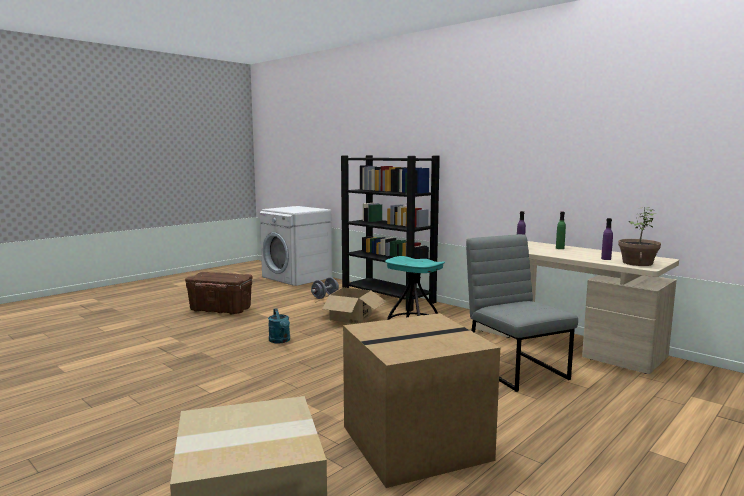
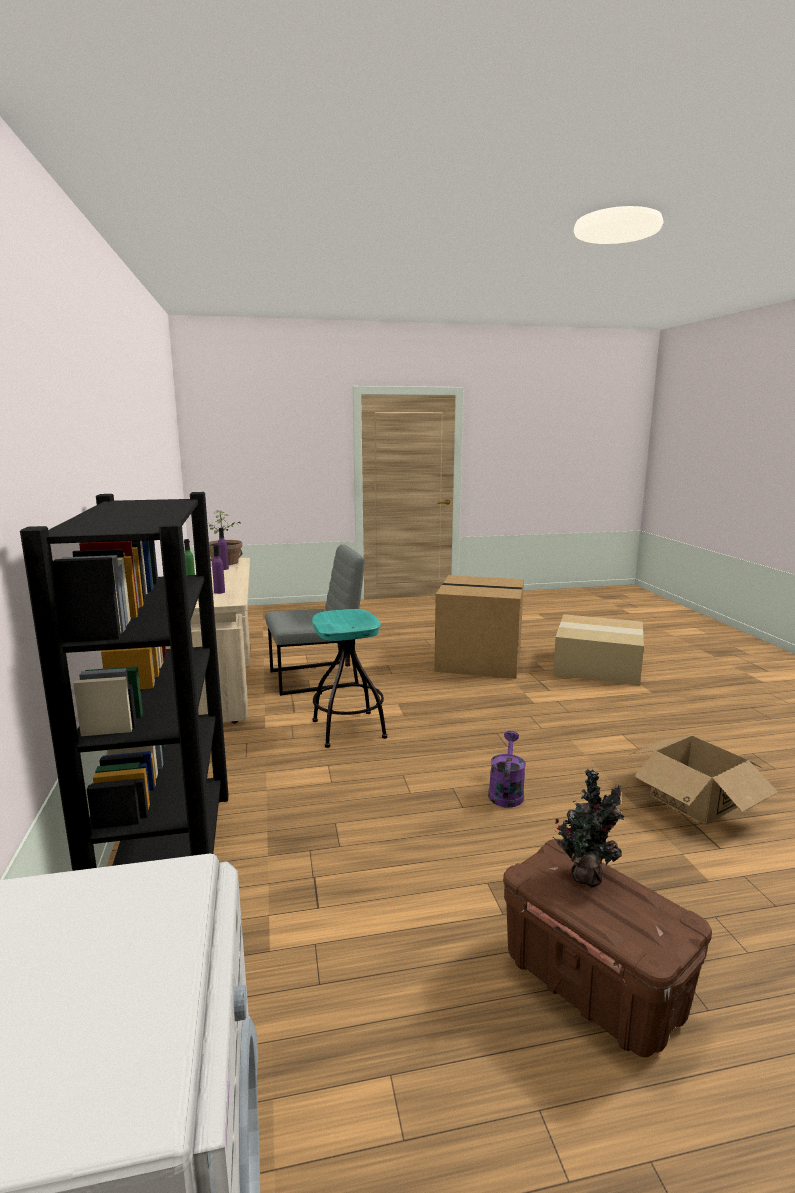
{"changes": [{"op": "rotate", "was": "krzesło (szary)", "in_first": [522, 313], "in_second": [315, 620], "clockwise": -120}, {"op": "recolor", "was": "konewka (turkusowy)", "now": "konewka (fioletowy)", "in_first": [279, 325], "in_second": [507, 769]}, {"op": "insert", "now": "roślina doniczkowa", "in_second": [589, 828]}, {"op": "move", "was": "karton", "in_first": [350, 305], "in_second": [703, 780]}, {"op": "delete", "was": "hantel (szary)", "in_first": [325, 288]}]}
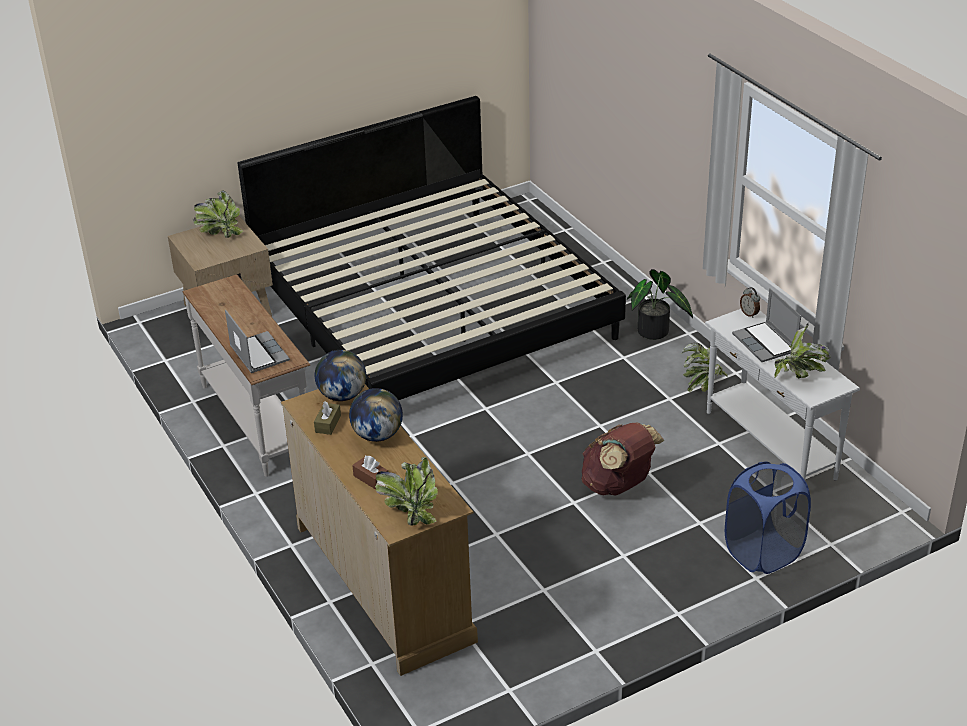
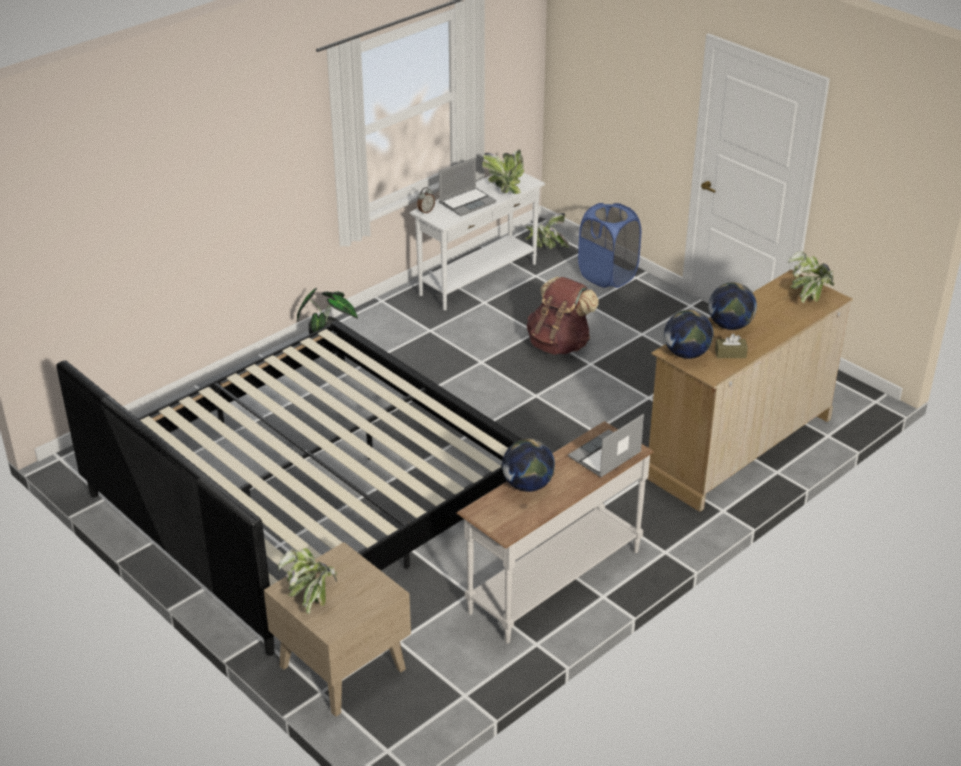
{"changes": [{"op": "insert", "now": "globus", "in_second": [528, 465]}, {"op": "move", "was": "roślina doniczkowa", "in_first": [705, 367], "in_second": [547, 231]}, {"op": "delete", "was": "pudełko chusteczek (brązowy)", "in_first": [370, 473]}]}
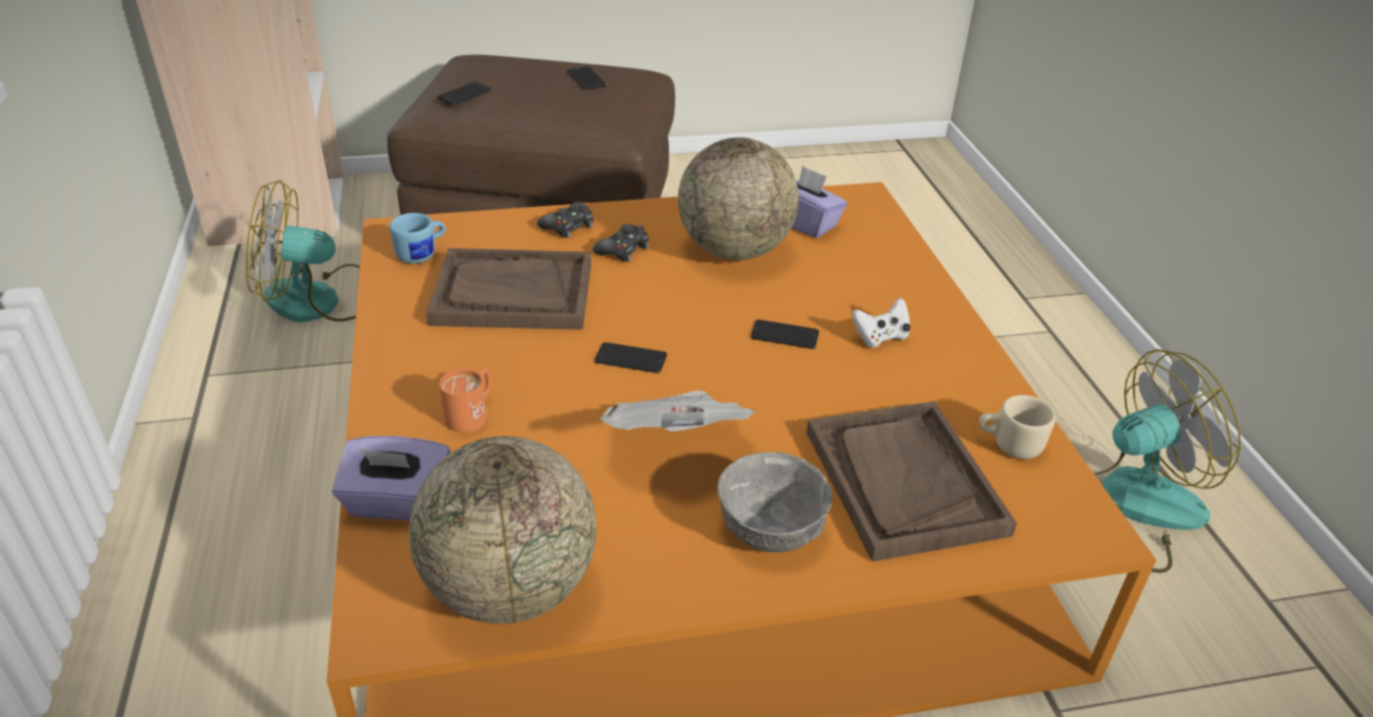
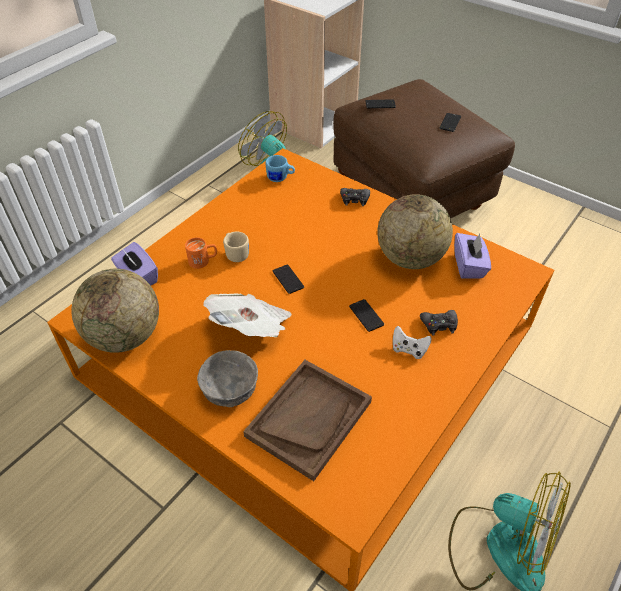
{"changes": [{"op": "move", "was": "kubek (beżowy)", "in_first": [1017, 427], "in_second": [236, 247]}, {"op": "move", "was": "pad do gier (czarny)", "in_first": [621, 243], "in_second": [439, 322]}, {"op": "delete", "was": "taca (brązowy)", "in_first": [508, 289]}]}
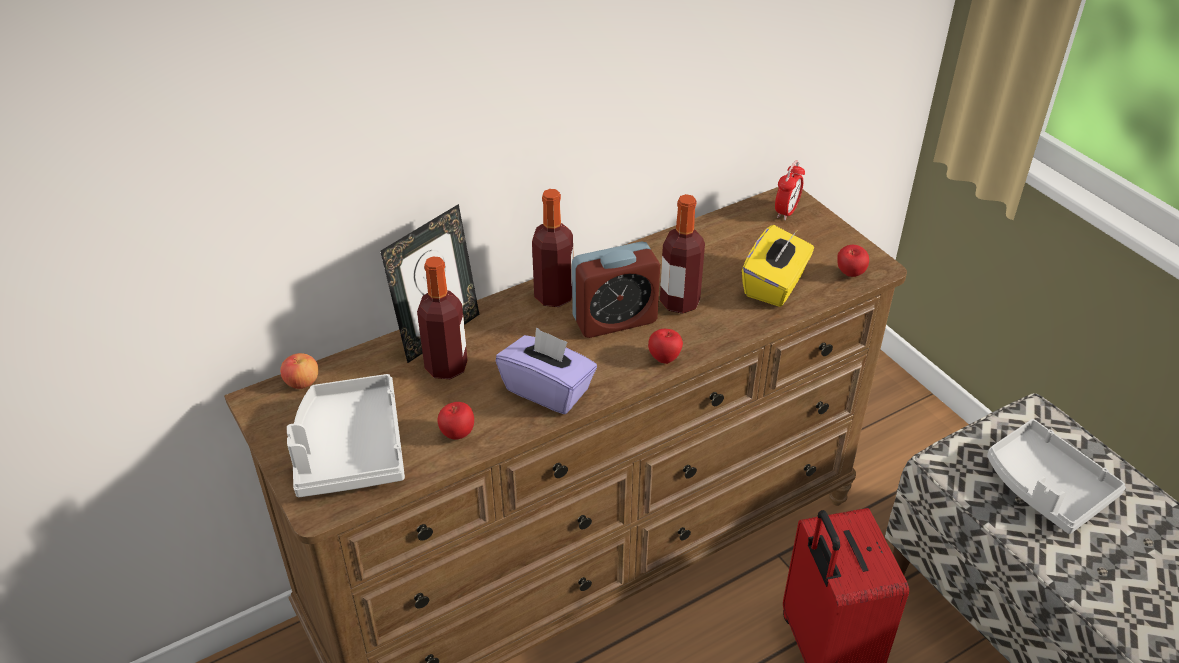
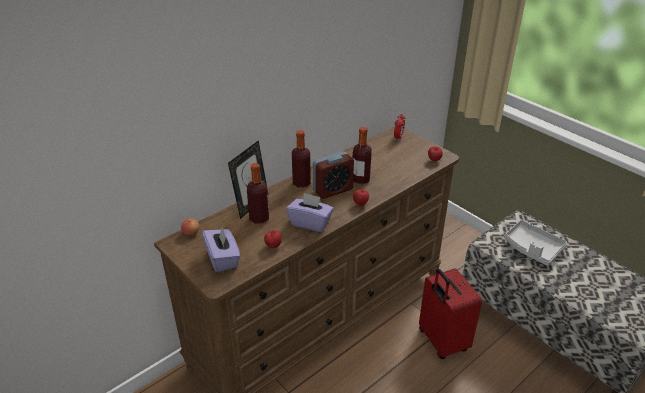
{"changes": [{"op": "replace", "was": "taca (szary)", "now": "pudełko chusteczek (fioletowy)", "in_first": [346, 435], "in_second": [221, 248]}, {"op": "delete", "was": "pudełko chusteczek (żółty)", "in_first": [778, 266]}]}
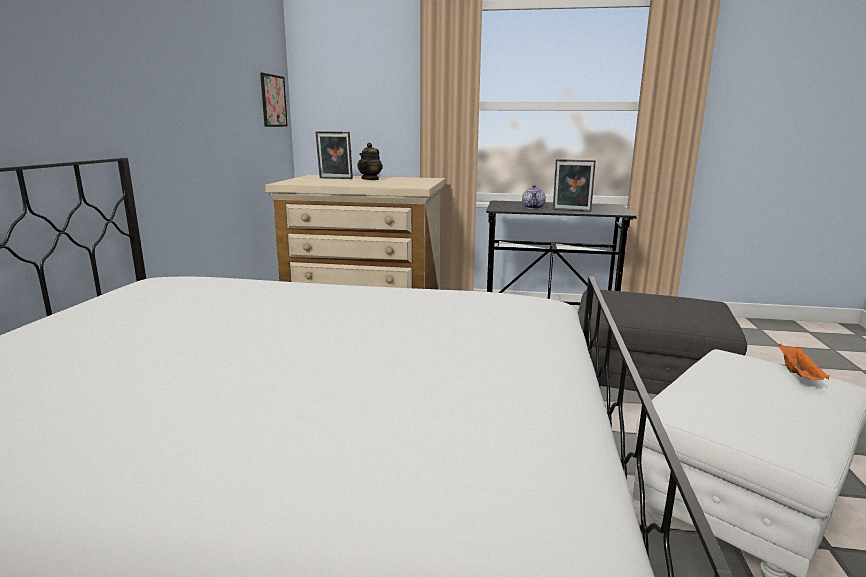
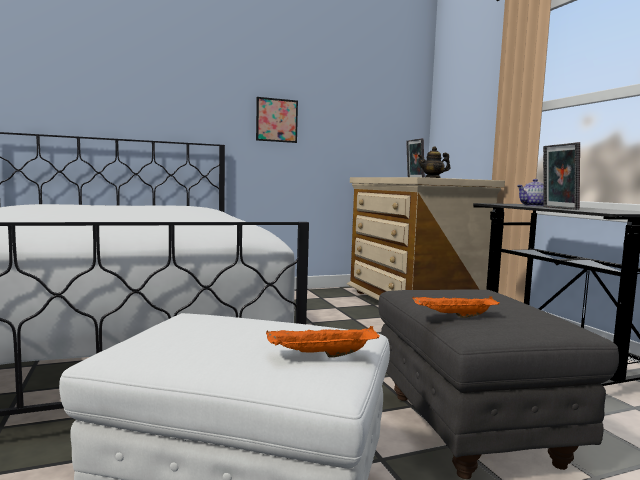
{"changes": [{"op": "move", "was": "obraz", "in_first": [274, 100], "in_second": [277, 120]}, {"op": "insert", "now": "taca (pomarańczowy)", "in_second": [456, 307]}]}
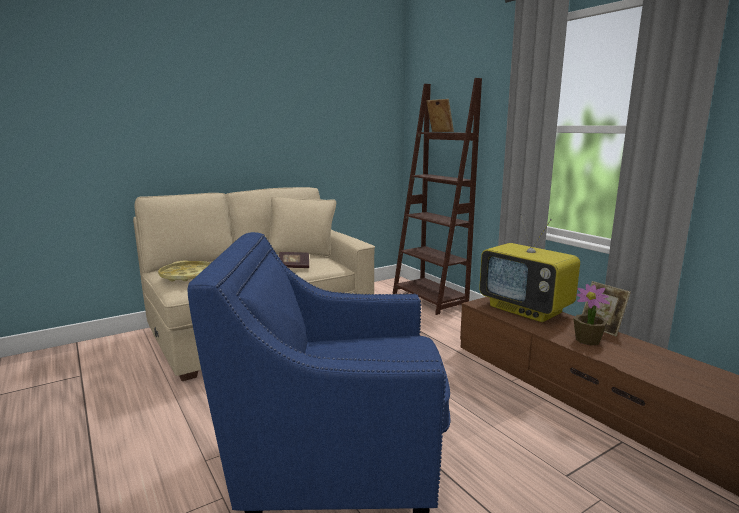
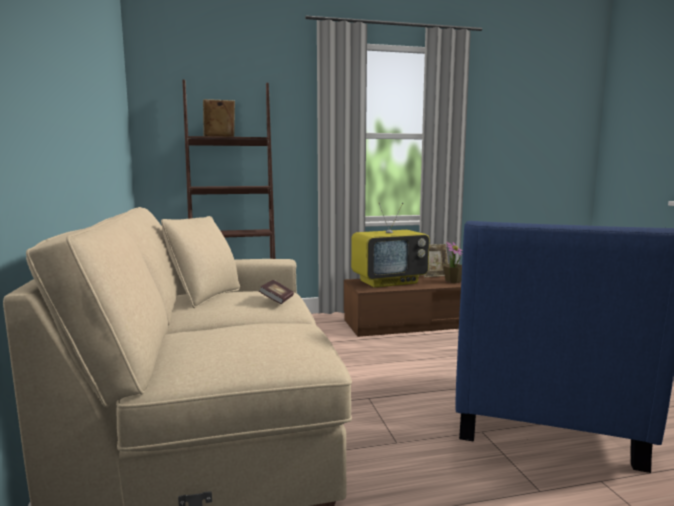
{"changes": [{"op": "delete", "was": "taca (żółty)", "in_first": [184, 271]}]}
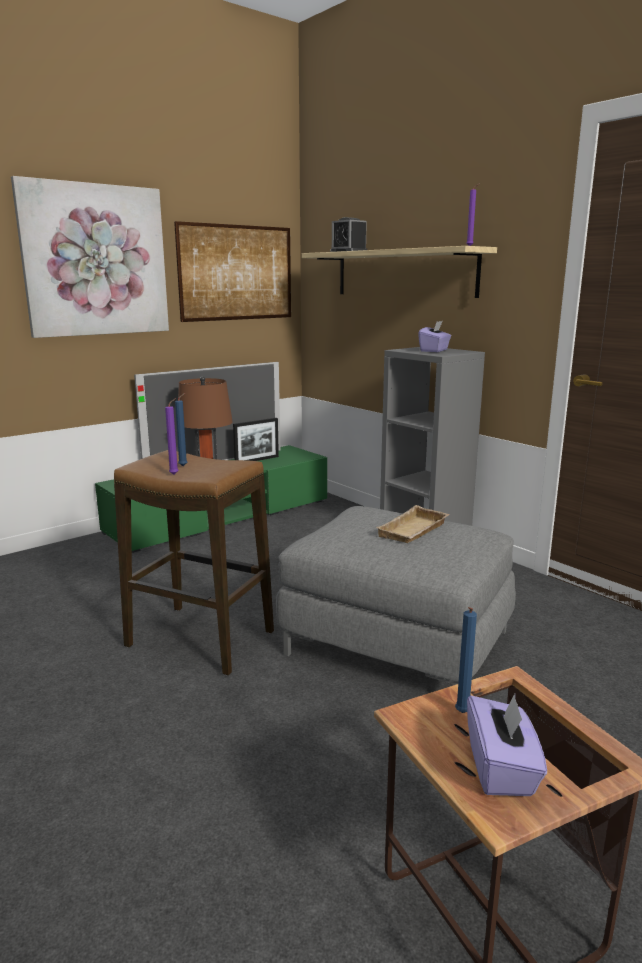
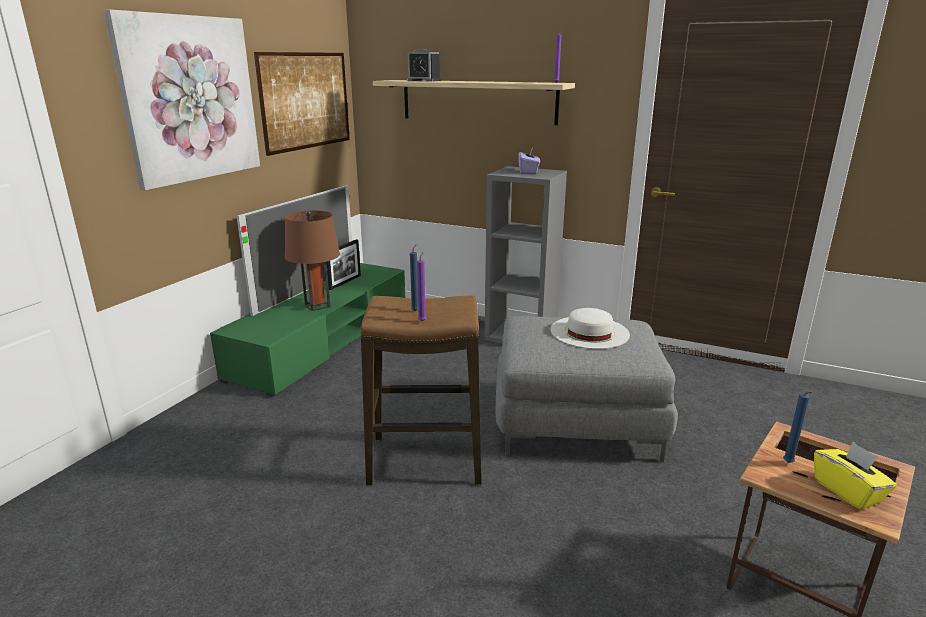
{"changes": [{"op": "replace", "was": "taca (beżowy)", "now": "kapelusz (biały)", "in_first": [412, 524], "in_second": [590, 328]}, {"op": "recolor", "was": "pudełko chusteczek (fioletowy)", "now": "pudełko chusteczek (żółty)", "in_first": [507, 745], "in_second": [855, 476]}]}
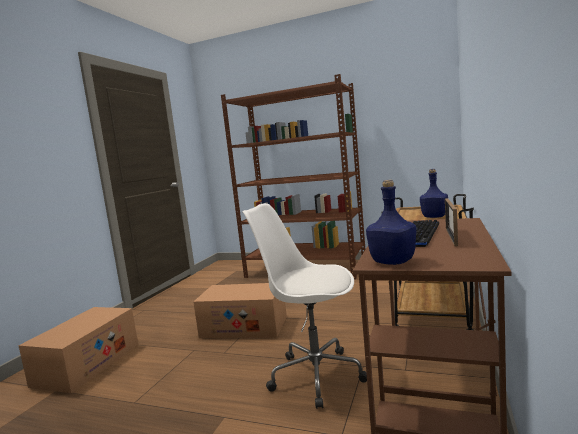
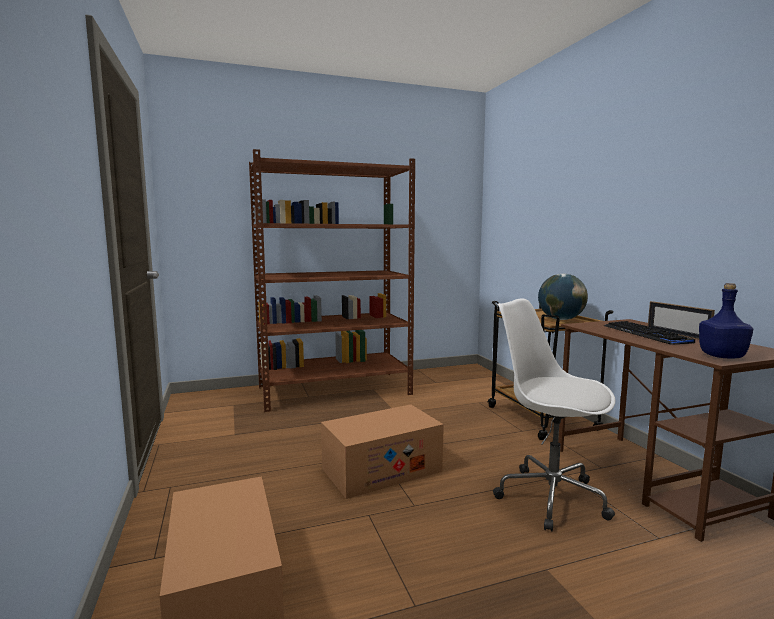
{"changes": [{"op": "rotate", "was": "krzesło biurowe (biały)", "in_first": [304, 306], "in_second": [554, 415], "clockwise": 60}, {"op": "replace", "was": "butelka (niebieski)", "now": "globus", "in_first": [434, 193], "in_second": [563, 297]}]}
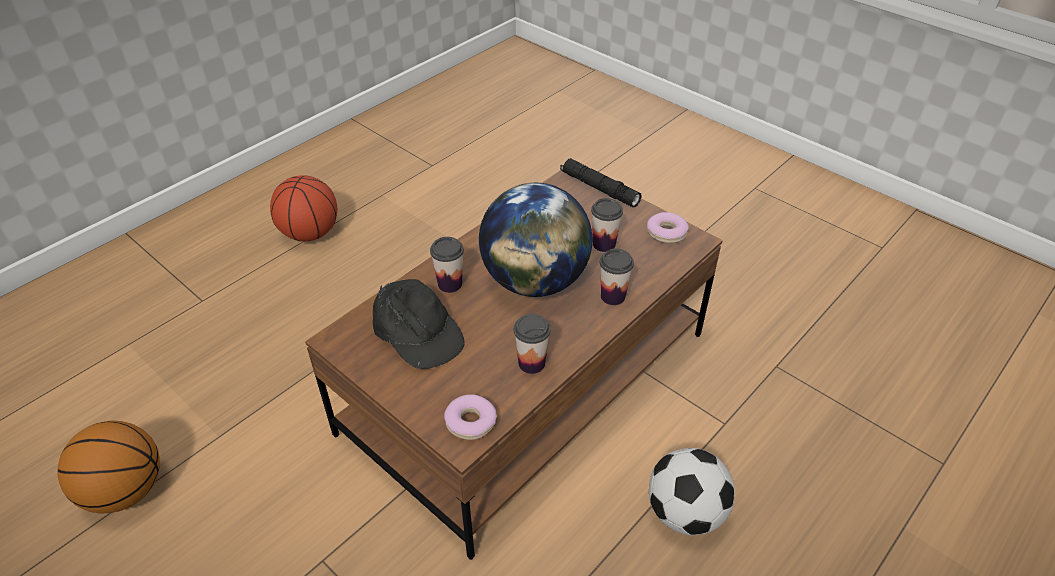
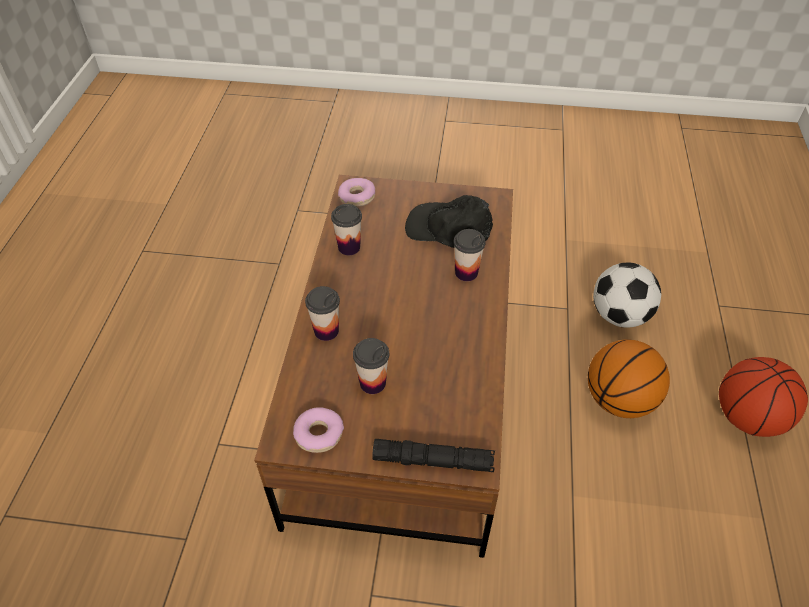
{"changes": [{"op": "move", "was": "piłka do koszykówki", "in_first": [109, 467], "in_second": [629, 378]}, {"op": "move", "was": "piłka futbolowa", "in_first": [692, 491], "in_second": [627, 295]}, {"op": "delete", "was": "globus", "in_first": [535, 240]}]}
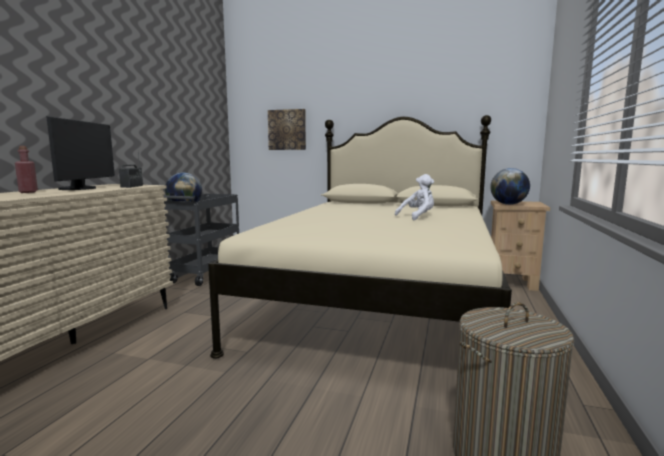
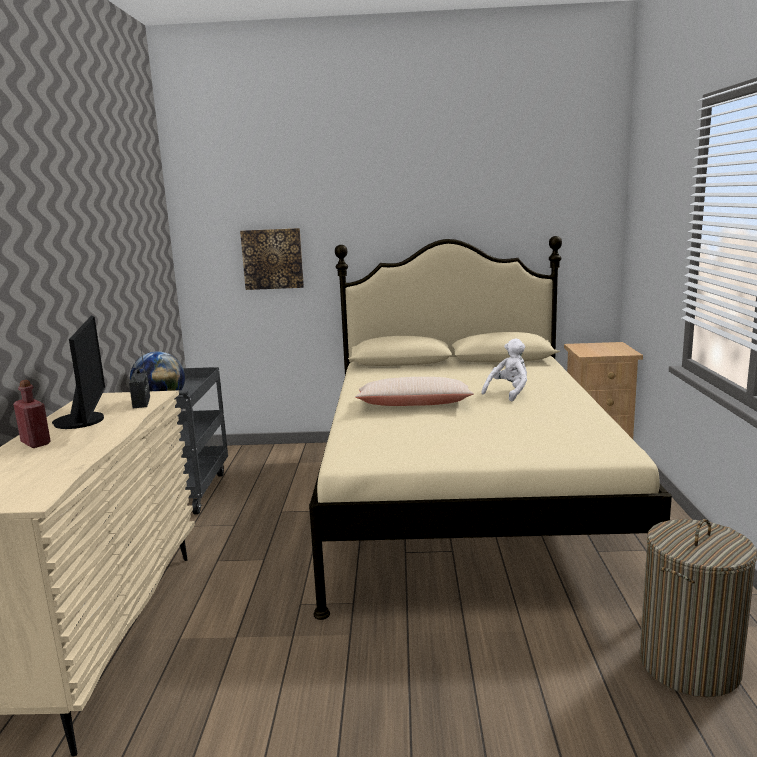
{"changes": [{"op": "insert", "now": "poduszka (beżowy)", "in_second": [414, 391]}, {"op": "delete", "was": "globus", "in_first": [510, 186]}]}
